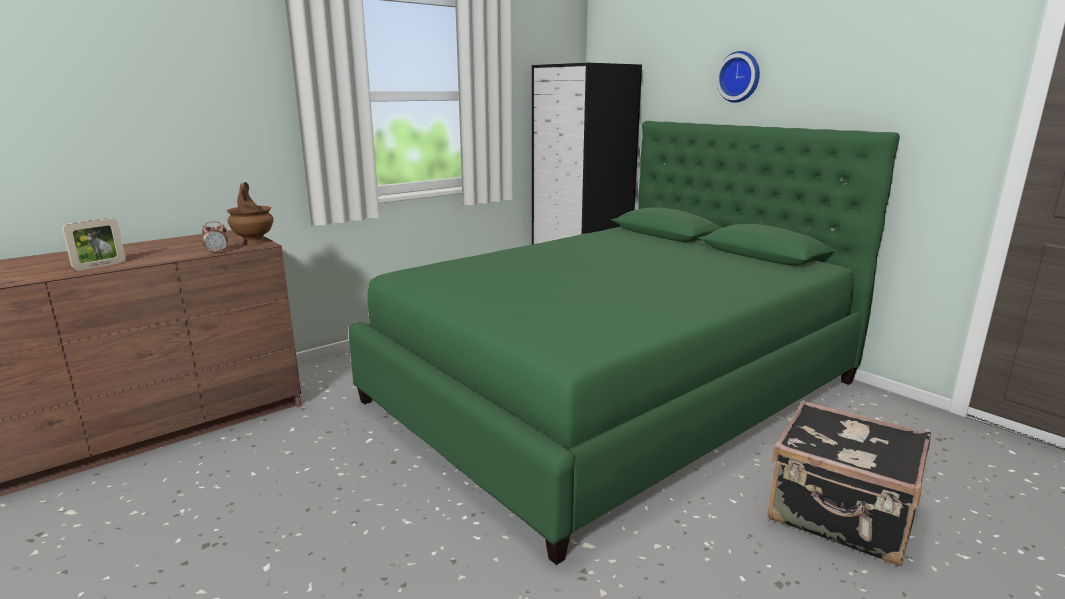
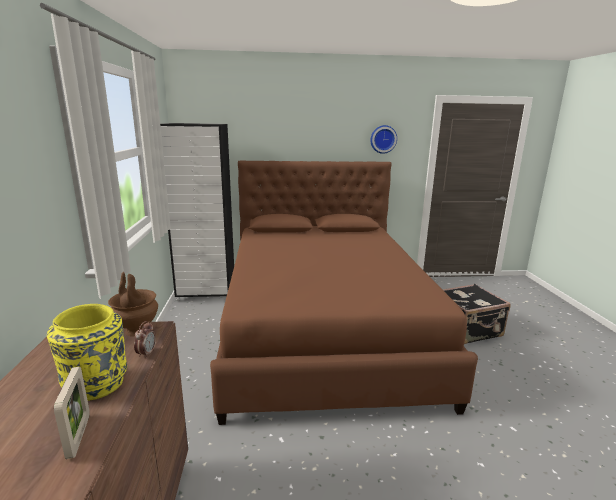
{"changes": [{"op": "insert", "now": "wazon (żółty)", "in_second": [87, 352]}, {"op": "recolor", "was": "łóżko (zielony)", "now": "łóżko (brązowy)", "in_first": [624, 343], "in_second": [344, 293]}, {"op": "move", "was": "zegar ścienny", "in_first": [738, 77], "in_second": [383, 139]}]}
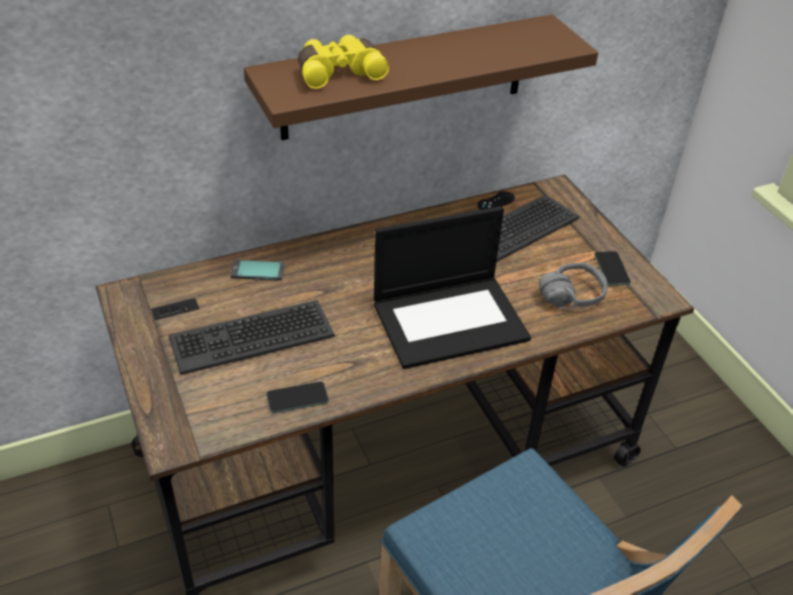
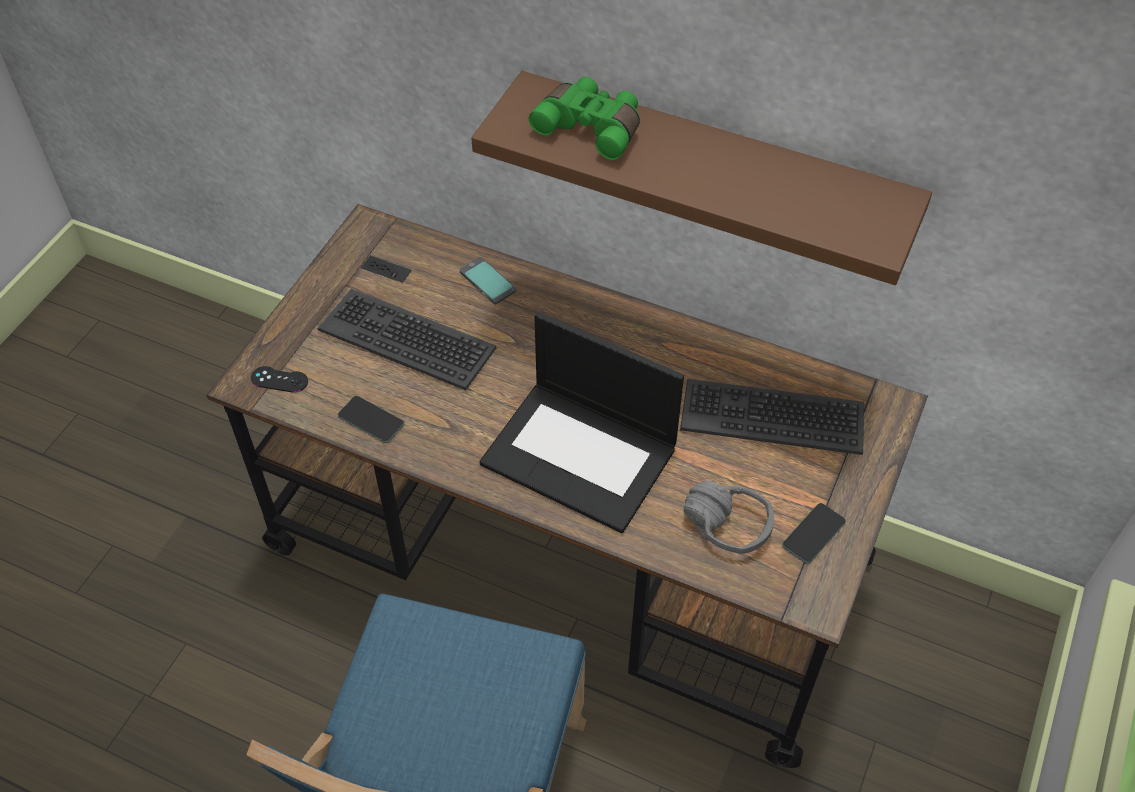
{"changes": [{"op": "move", "was": "pad do gier (czarny)", "in_first": [496, 200], "in_second": [279, 379]}, {"op": "recolor", "was": "lornetka (żółty)", "now": "lornetka (zielony)", "in_first": [343, 62], "in_second": [584, 118]}]}
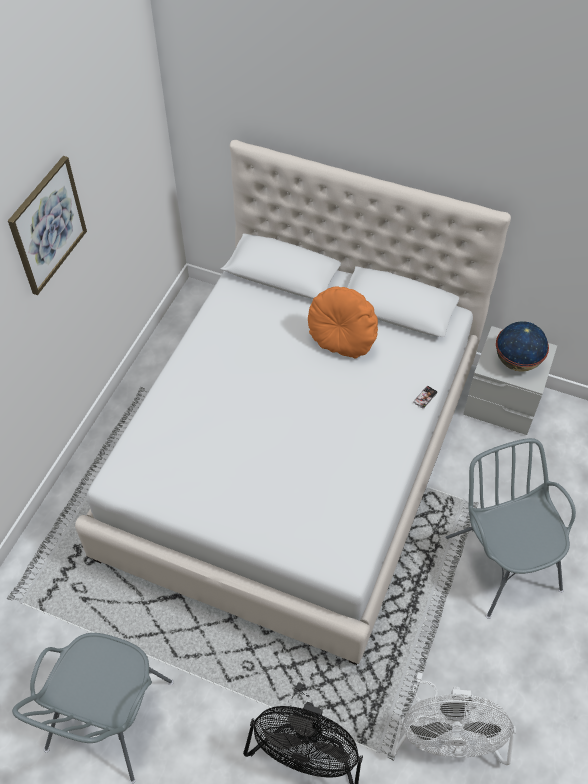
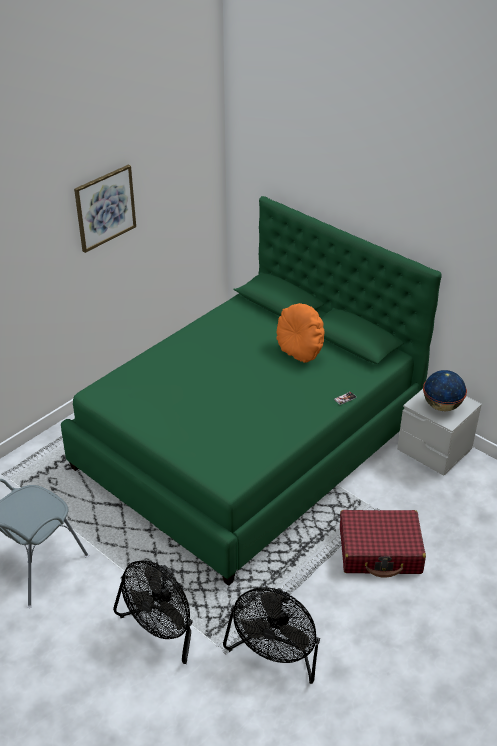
{"changes": [{"op": "recolor", "was": "łóżko (biały)", "now": "łóżko (zielony)", "in_first": [293, 402], "in_second": [251, 391]}, {"op": "recolor", "was": "wentylator (biały)", "now": "wentylator (czarny)", "in_first": [453, 718], "in_second": [271, 635]}, {"op": "replace", "was": "krzesło (szary)", "now": "walizka (czerwony)", "in_first": [510, 528], "in_second": [383, 544]}]}
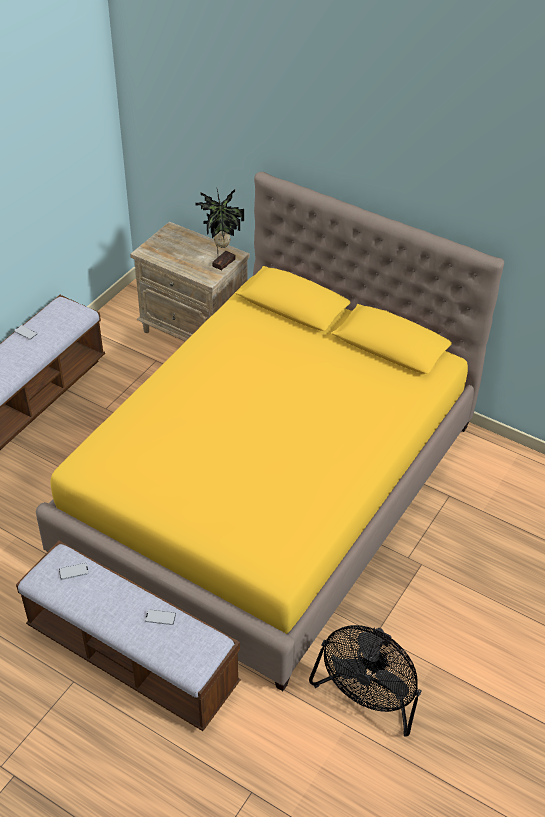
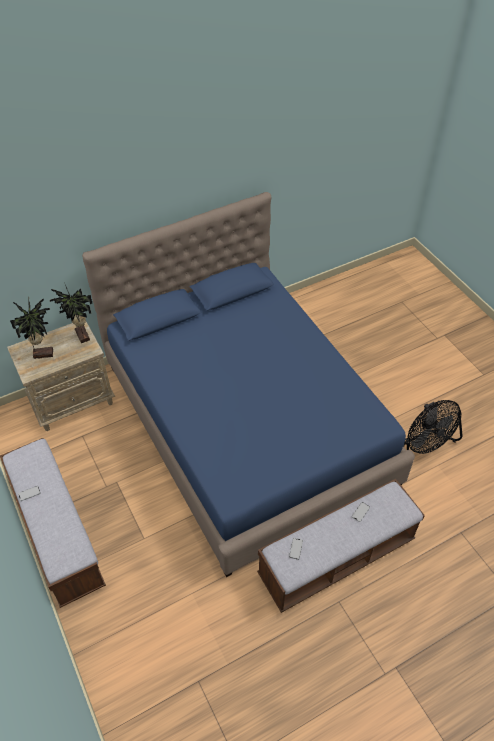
{"changes": [{"op": "insert", "now": "roślina doniczkowa", "in_second": [31, 328]}, {"op": "recolor", "was": "łóżko (żółty)", "now": "łóżko (niebieski)", "in_first": [270, 431], "in_second": [248, 384]}]}
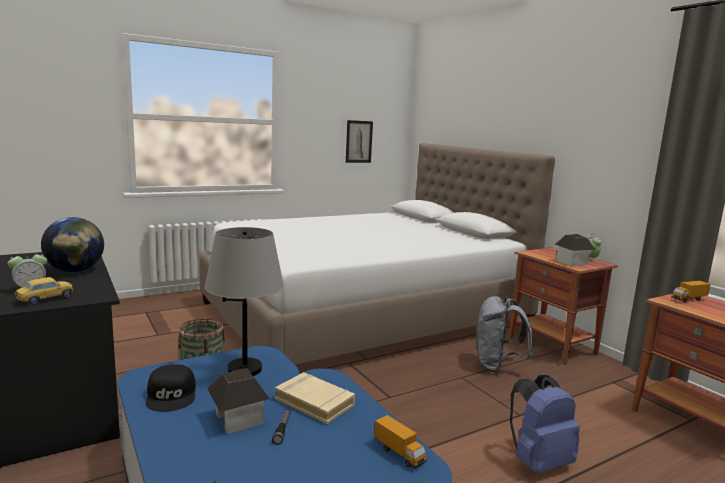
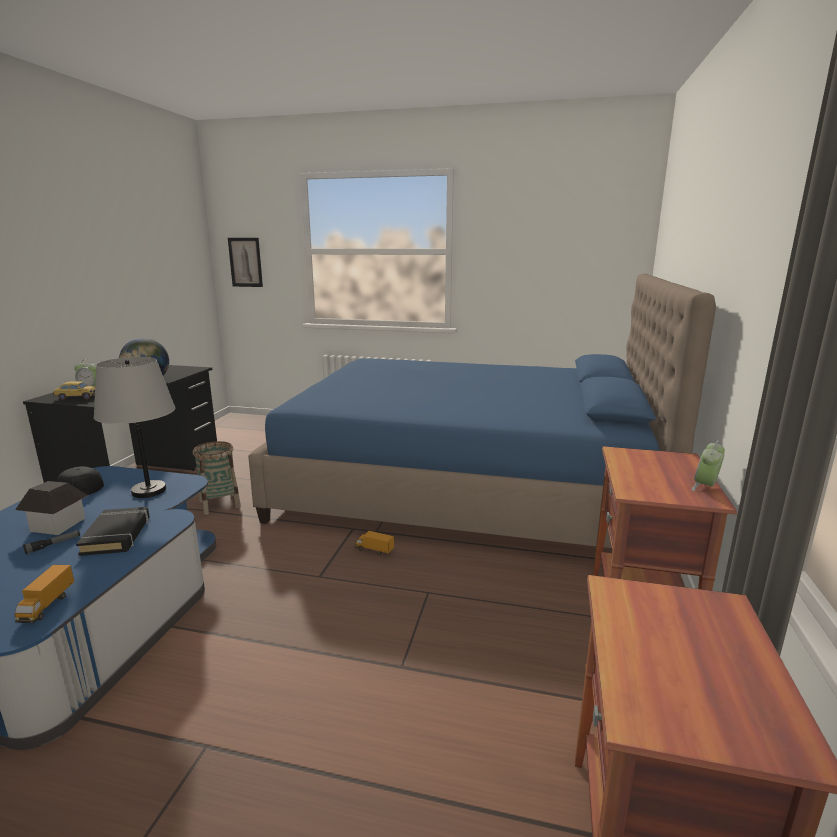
{"changes": [{"op": "recolor", "was": "książka (beżowy)", "now": "książka (czarny)", "in_first": [315, 398], "in_second": [113, 531]}, {"op": "move", "was": "obraz", "in_first": [359, 141], "in_second": [245, 262]}, {"op": "recolor", "was": "łóżko (biały)", "now": "łóżko (niebieski)", "in_first": [377, 254], "in_second": [482, 411]}, {"op": "move", "was": "ciężarówka zabawkowa", "in_first": [690, 291], "in_second": [374, 543]}, {"op": "delete", "was": "plecak (szary)", "in_first": [504, 334]}, {"op": "delete", "was": "plecak (niebieski)", "in_first": [545, 424]}, {"op": "delete", "was": "domek", "in_first": [575, 250]}]}
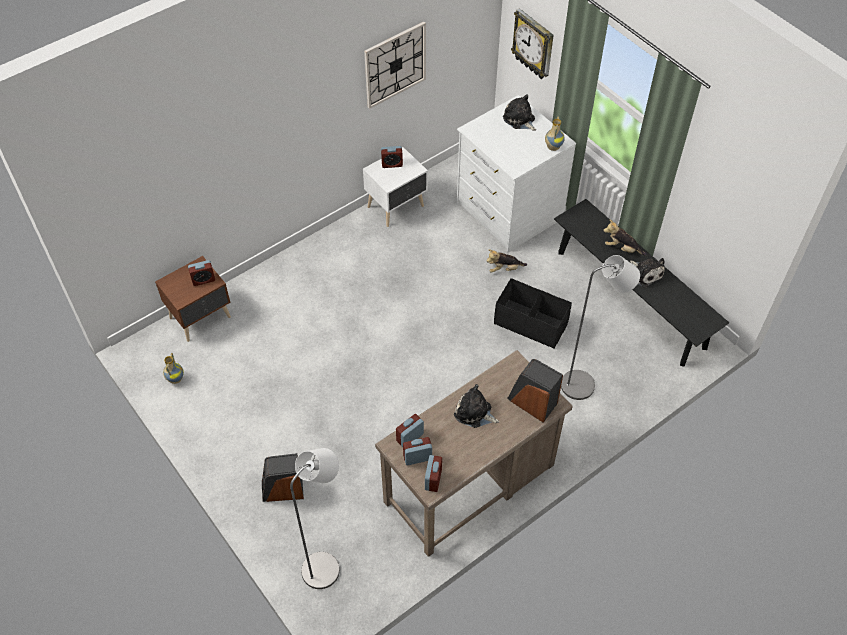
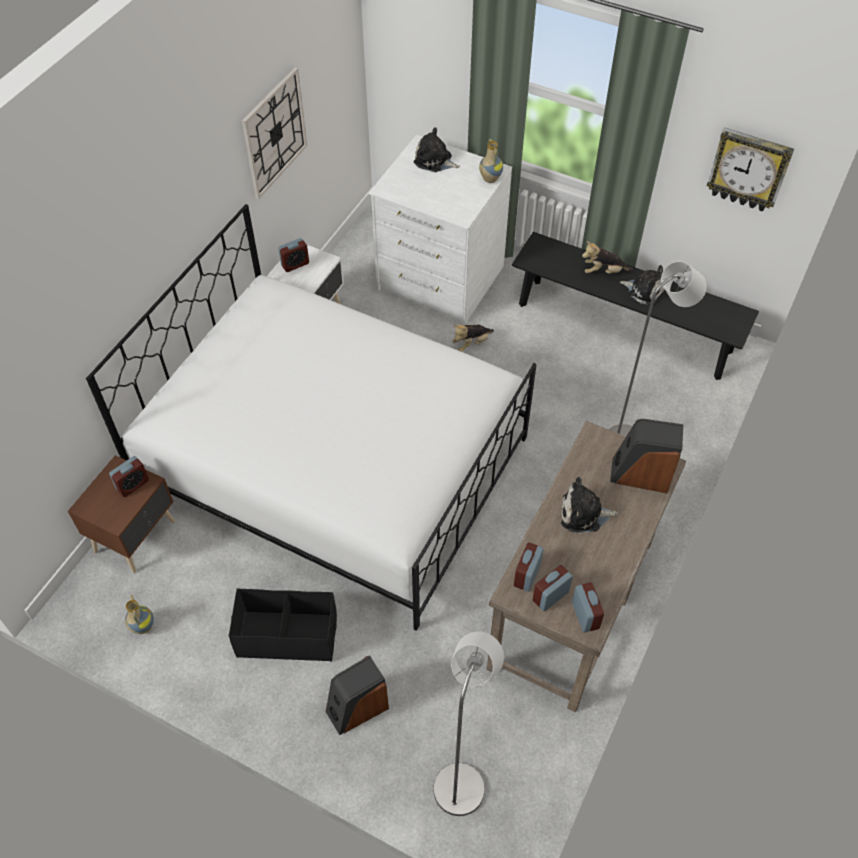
{"changes": [{"op": "insert", "now": "łóżko (biały)", "in_second": [311, 417]}, {"op": "move", "was": "pojemnik do przechowywania (czarny)", "in_first": [533, 313], "in_second": [283, 625]}, {"op": "move", "was": "zegar ścienny", "in_first": [532, 43], "in_second": [750, 170]}]}
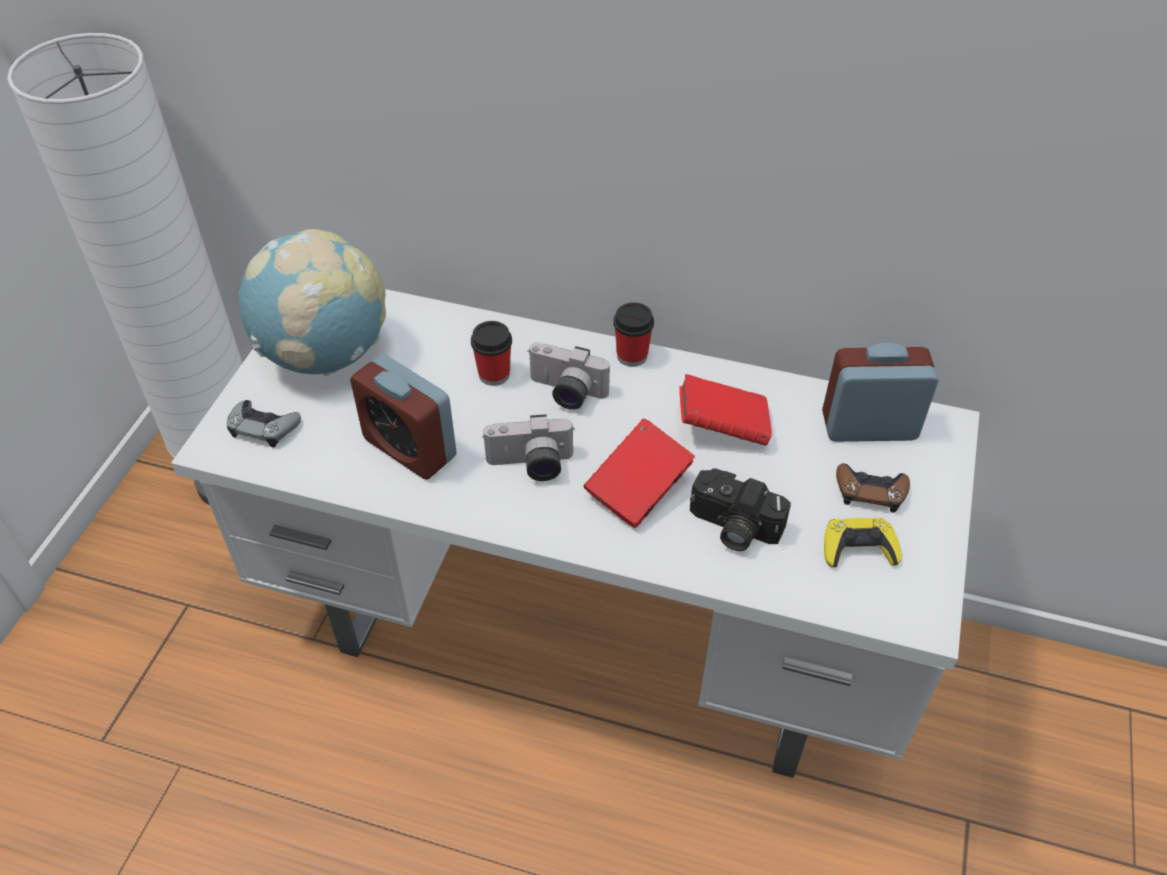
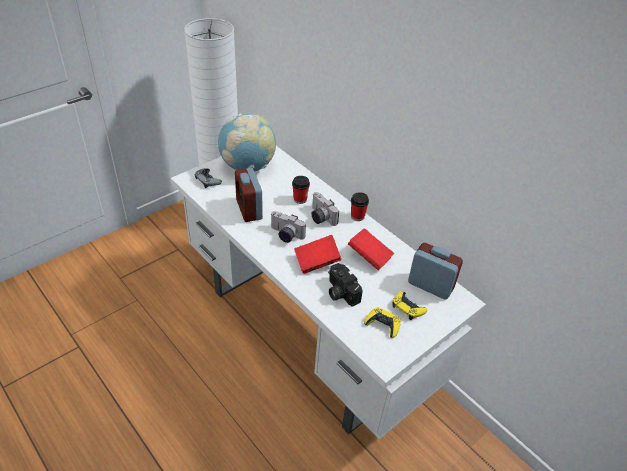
{"changes": [{"op": "recolor", "was": "pad do gier (brązowy)", "now": "pad do gier (żółty)", "in_first": [873, 488], "in_second": [409, 306]}]}
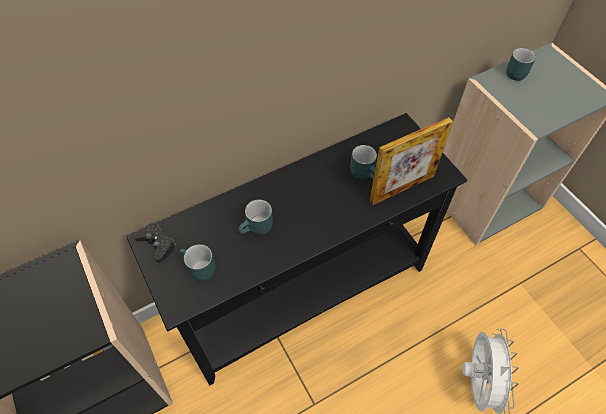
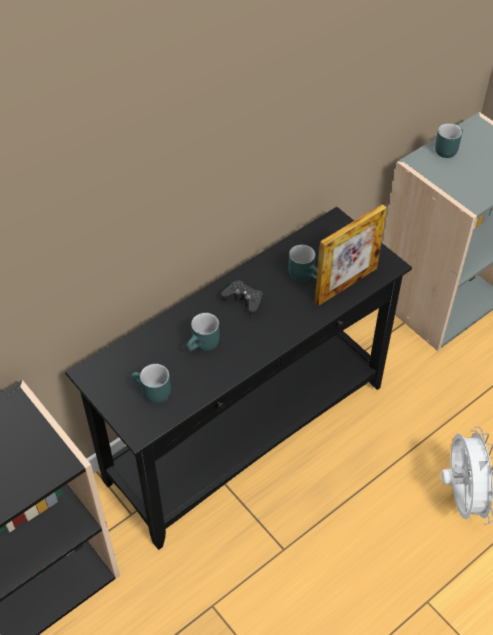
{"changes": [{"op": "move", "was": "pad do gier (czarny)", "in_first": [155, 243], "in_second": [242, 297]}]}
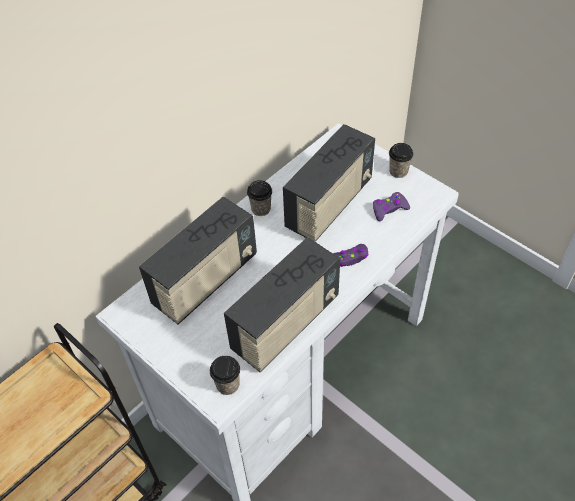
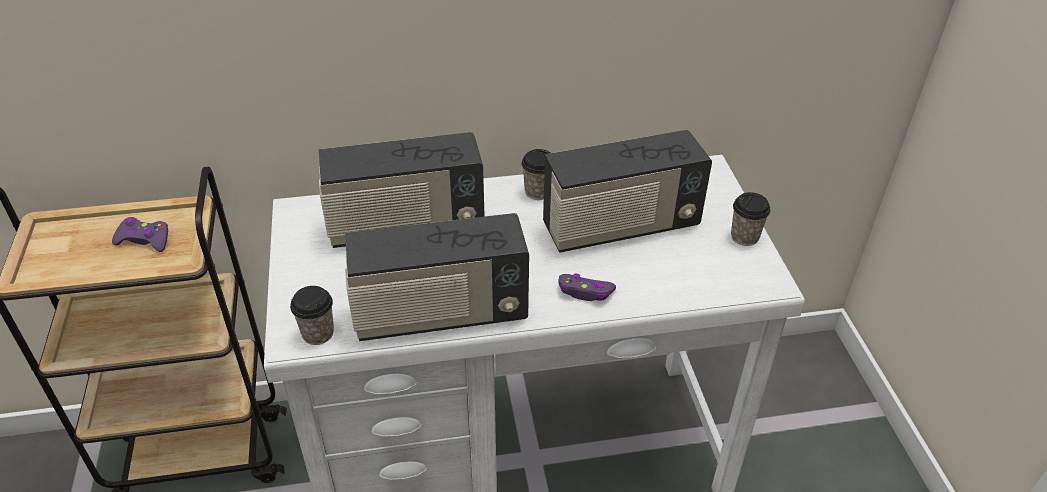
{"changes": [{"op": "move", "was": "pad do gier (fioletowy)", "in_first": [391, 206], "in_second": [140, 234]}]}
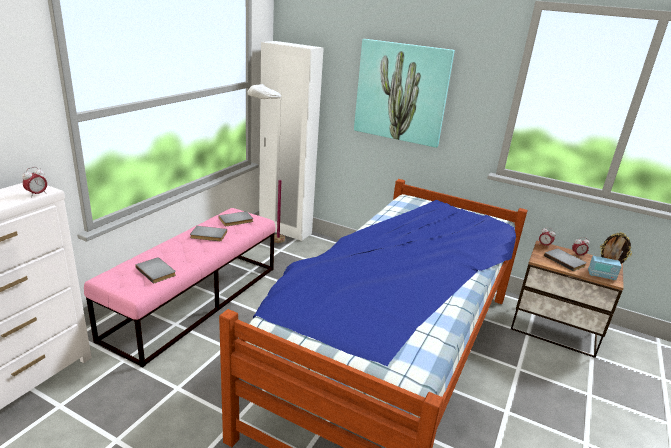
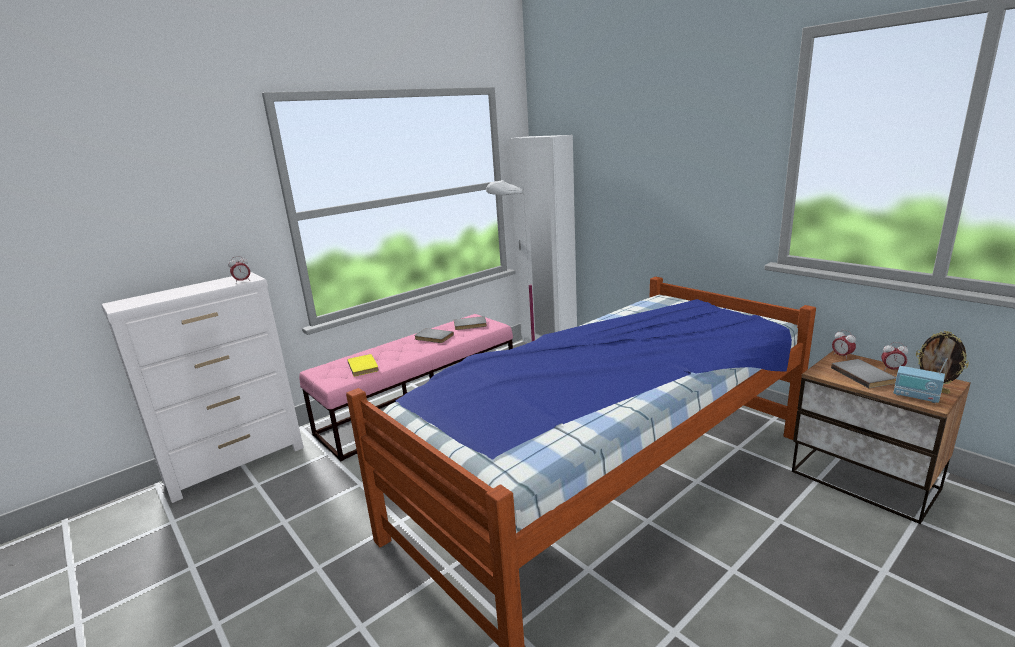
{"changes": [{"op": "recolor", "was": "książka (szary)", "now": "książka (żółty)", "in_first": [156, 271], "in_second": [363, 365]}, {"op": "delete", "was": "obraz", "in_first": [404, 93]}]}
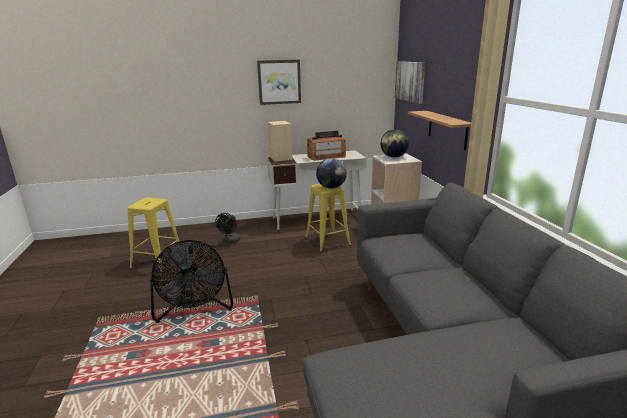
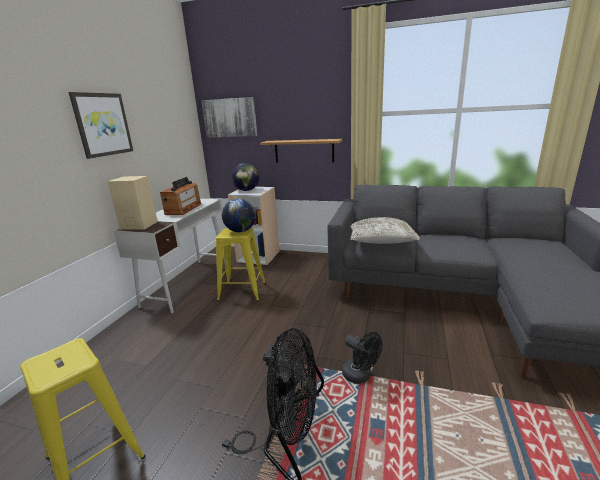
{"changes": [{"op": "move", "was": "wentylator (czarny)", "in_first": [227, 228], "in_second": [362, 358]}, {"op": "insert", "now": "poduszka (beżowy)", "in_second": [385, 230]}]}
